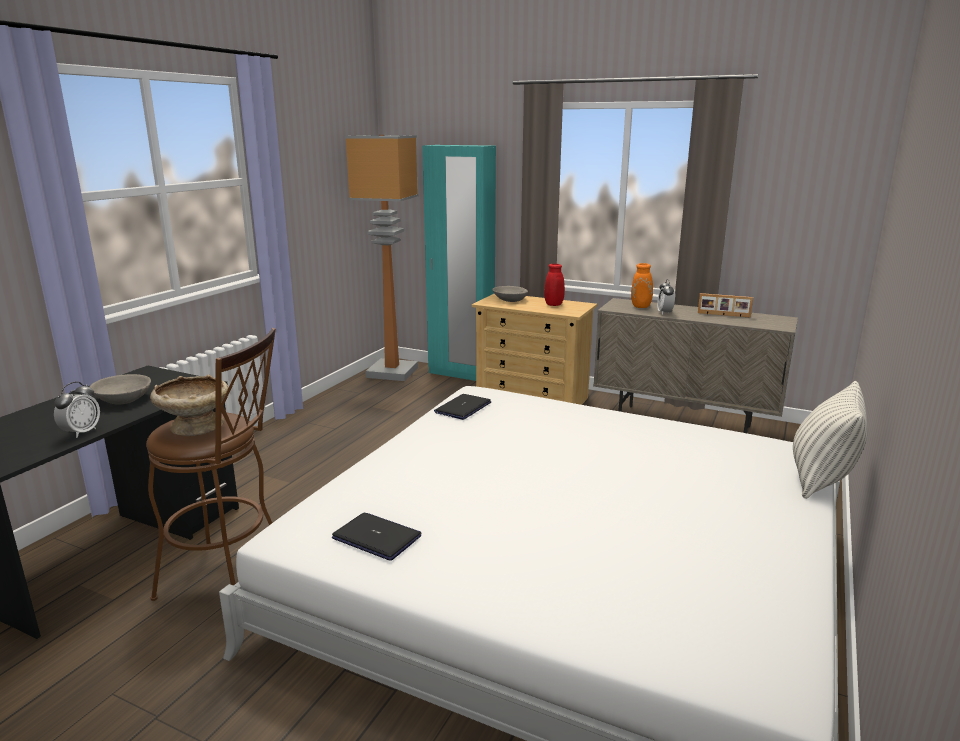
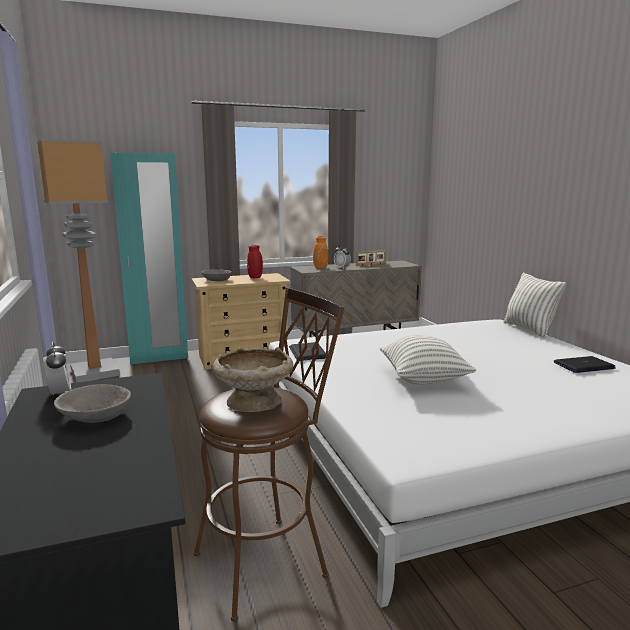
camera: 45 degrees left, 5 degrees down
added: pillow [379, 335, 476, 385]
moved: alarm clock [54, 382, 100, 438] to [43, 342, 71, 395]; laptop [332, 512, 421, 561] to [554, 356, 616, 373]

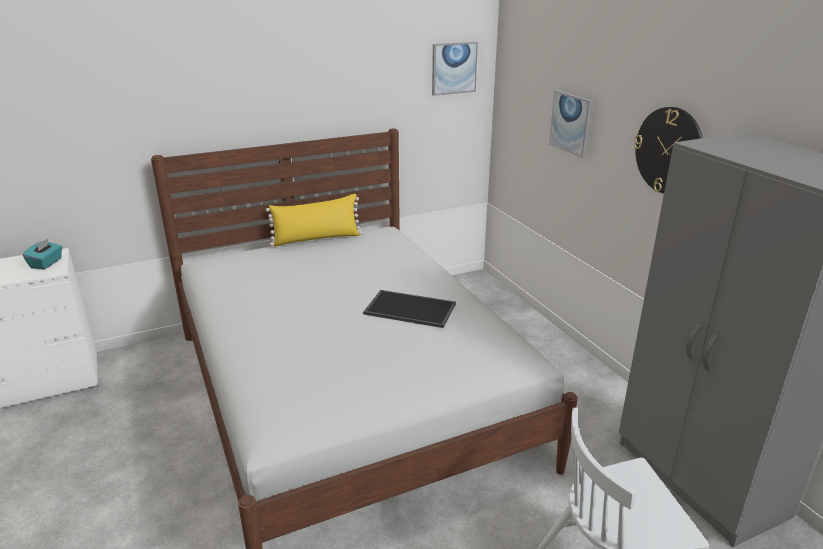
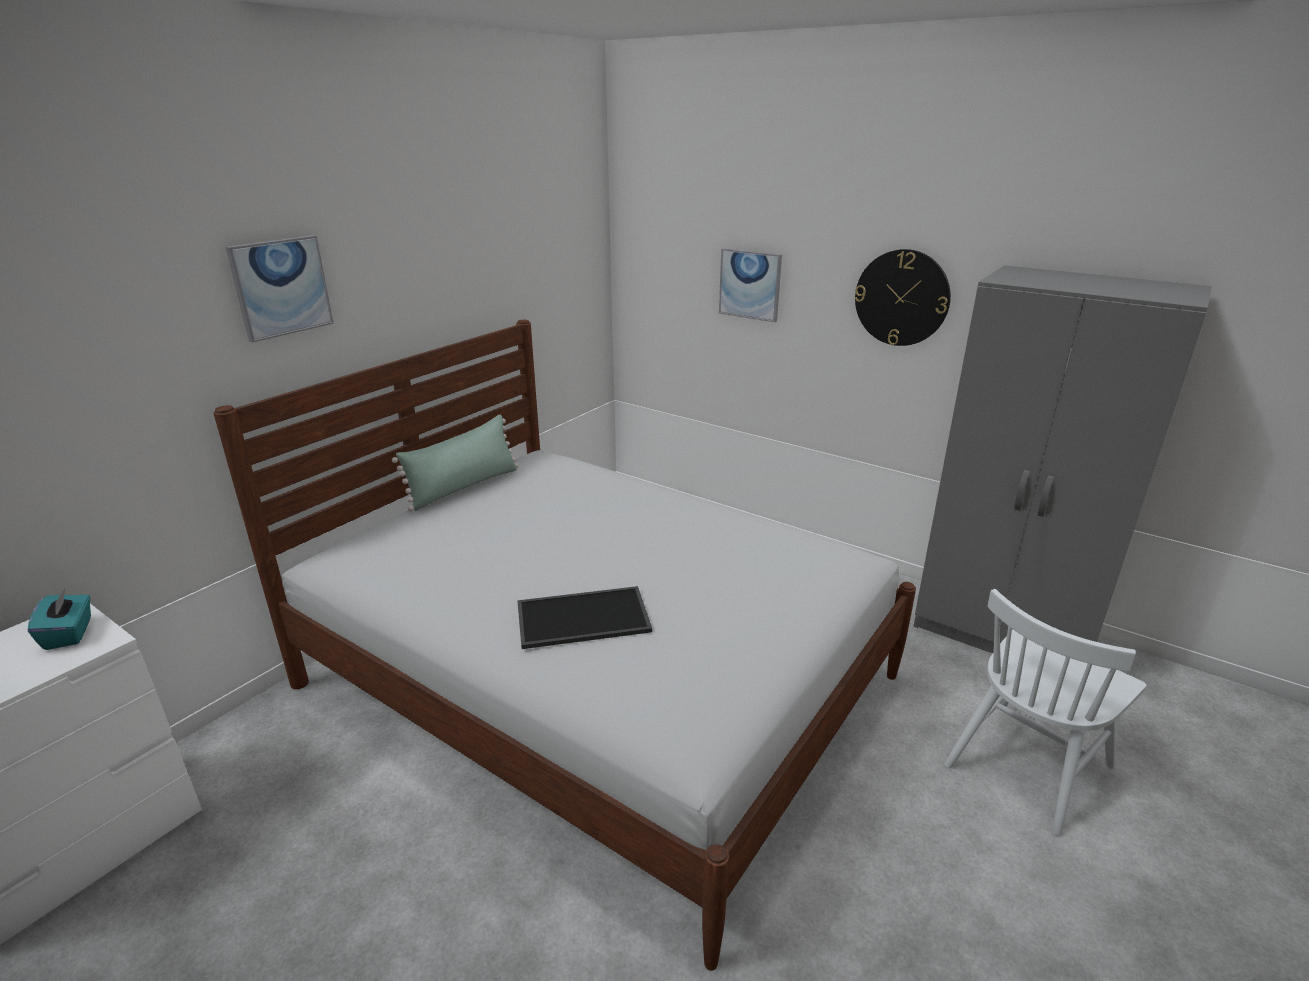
camera: 30 degrees left, 0 degrees up
moved: tray [363, 290, 456, 328] to [517, 586, 652, 649]; picture [432, 42, 478, 96] to [226, 235, 334, 343]
recoloured: pillow (yellow) [266, 194, 362, 247] to pillow (green) [392, 415, 519, 511]

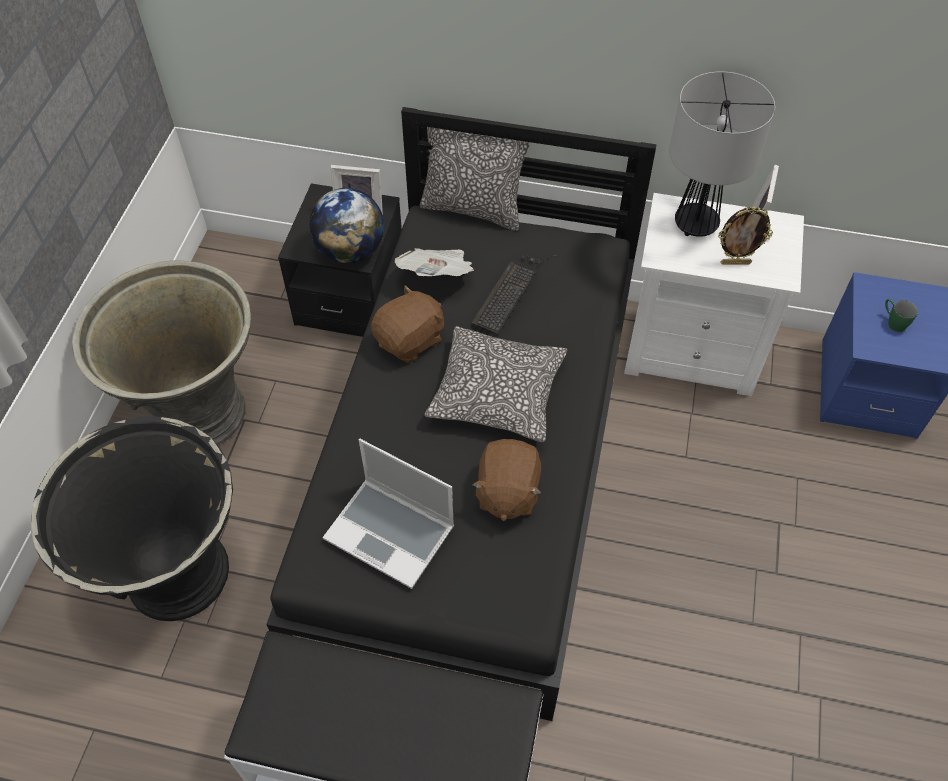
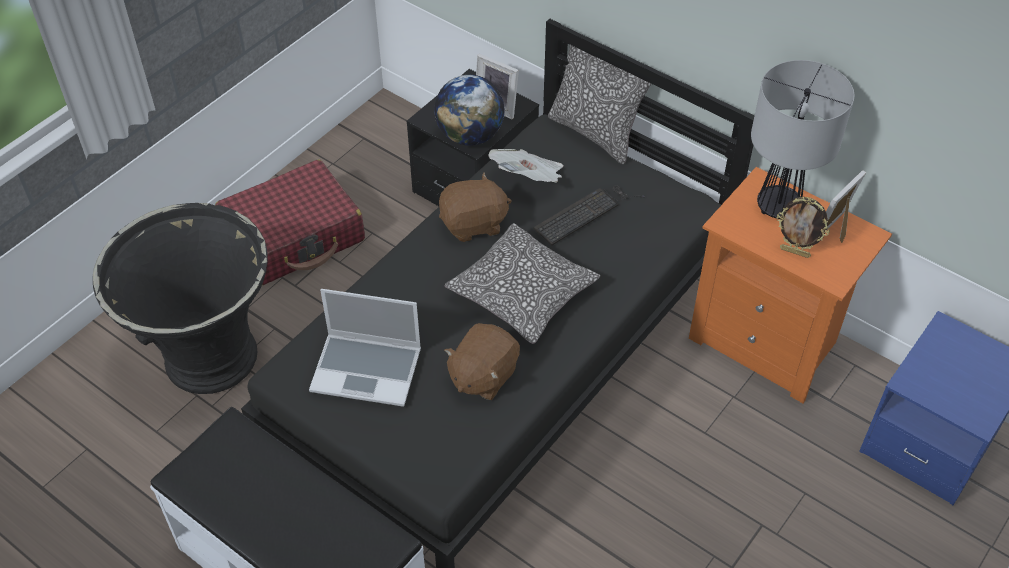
camera: 25 degrees right, 5 degrees down
removed: mug (green) [885, 299, 918, 332]
replaced: planter (grey) [72, 260, 251, 445] to suitcase (red) [215, 160, 365, 285]
recoloured: nightstand (white) [624, 193, 804, 396] to nightstand (orange) [689, 167, 892, 403]
turned: laptop [323, 439, 454, 589] = [309, 289, 421, 407] 45 degrees counterclockwise

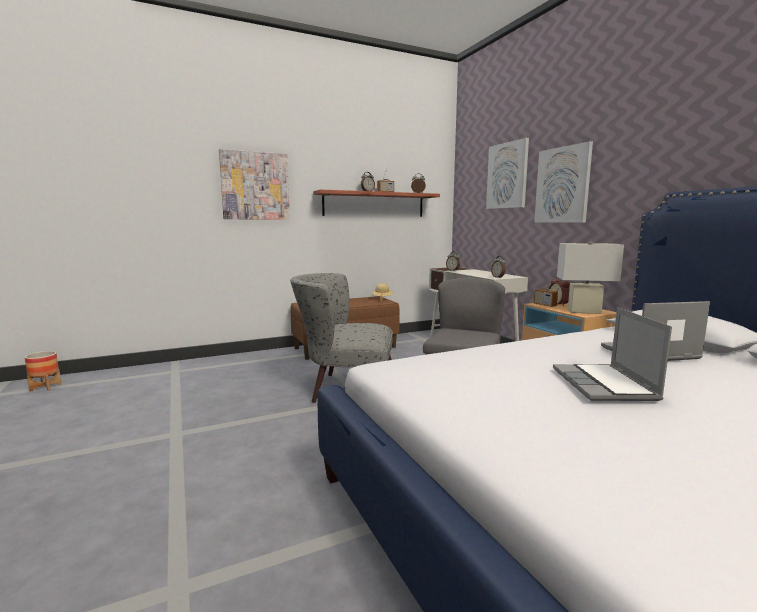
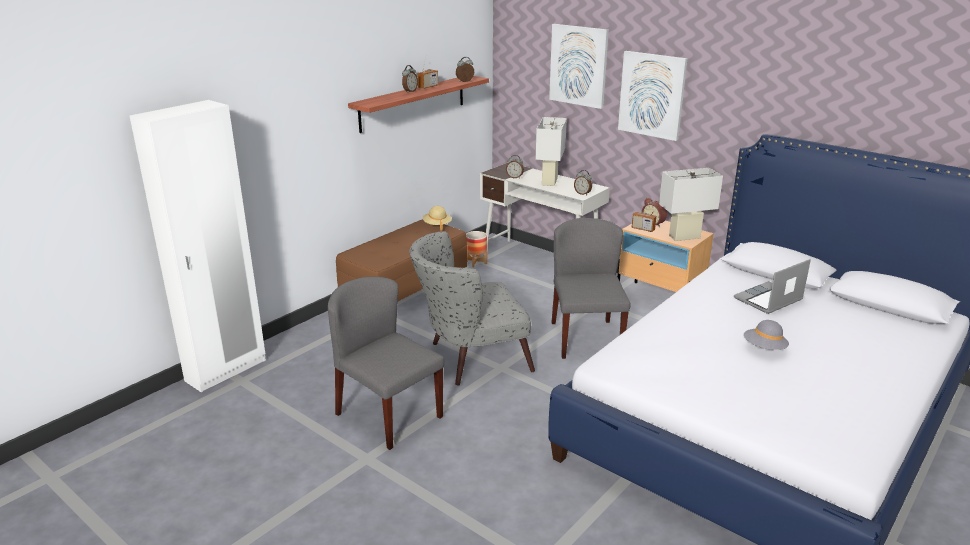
camera: 25 degrees left, 15 degrees up
removed: picture [219, 149, 290, 220]
added: wardrobe (white) [130, 100, 266, 392]; chair (grey) [328, 277, 444, 450]; table lamp (white) [536, 117, 567, 186]
moved: planter [25, 351, 61, 392] to [466, 231, 487, 267]
replaced: laptop [553, 307, 672, 401] to hat (grey) [744, 320, 789, 350]

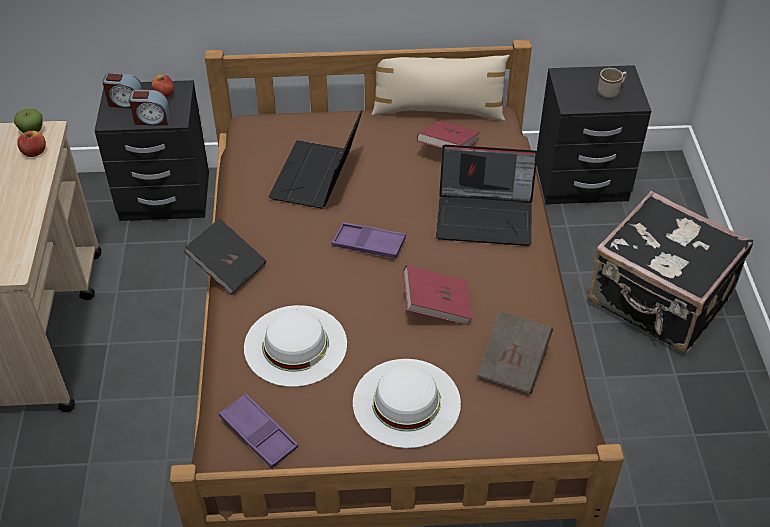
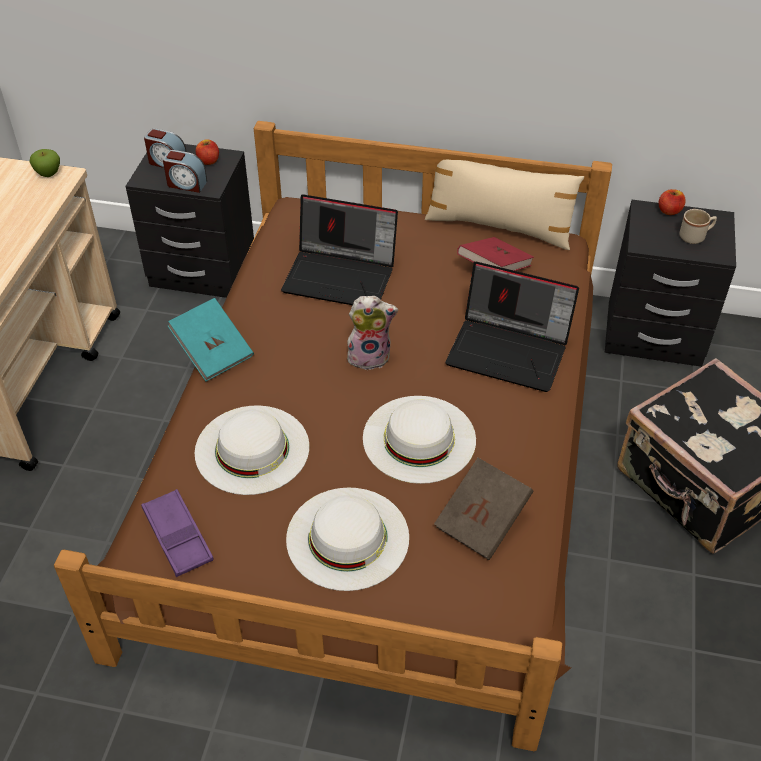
camera: 15 degrees right, 0 degrees up
moved: apple [17, 131, 46, 157] to [659, 189, 686, 215]
replaced: tray (purple) [332, 222, 406, 258] to plush toy [347, 296, 398, 370]; book (red) [403, 265, 472, 325] to hat (white) [363, 396, 476, 484]
recoloured: book (black) [184, 218, 266, 295] to book (turquoise) [168, 298, 254, 381]
turned: laptop [269, 110, 362, 208] = [281, 195, 398, 305] 105 degrees counterclockwise

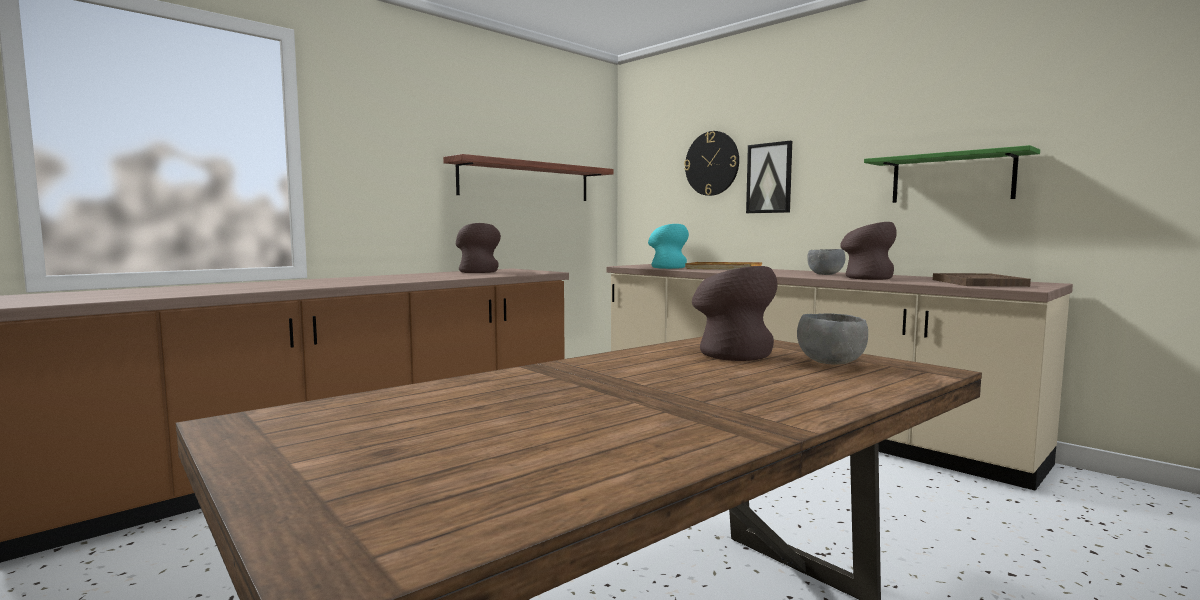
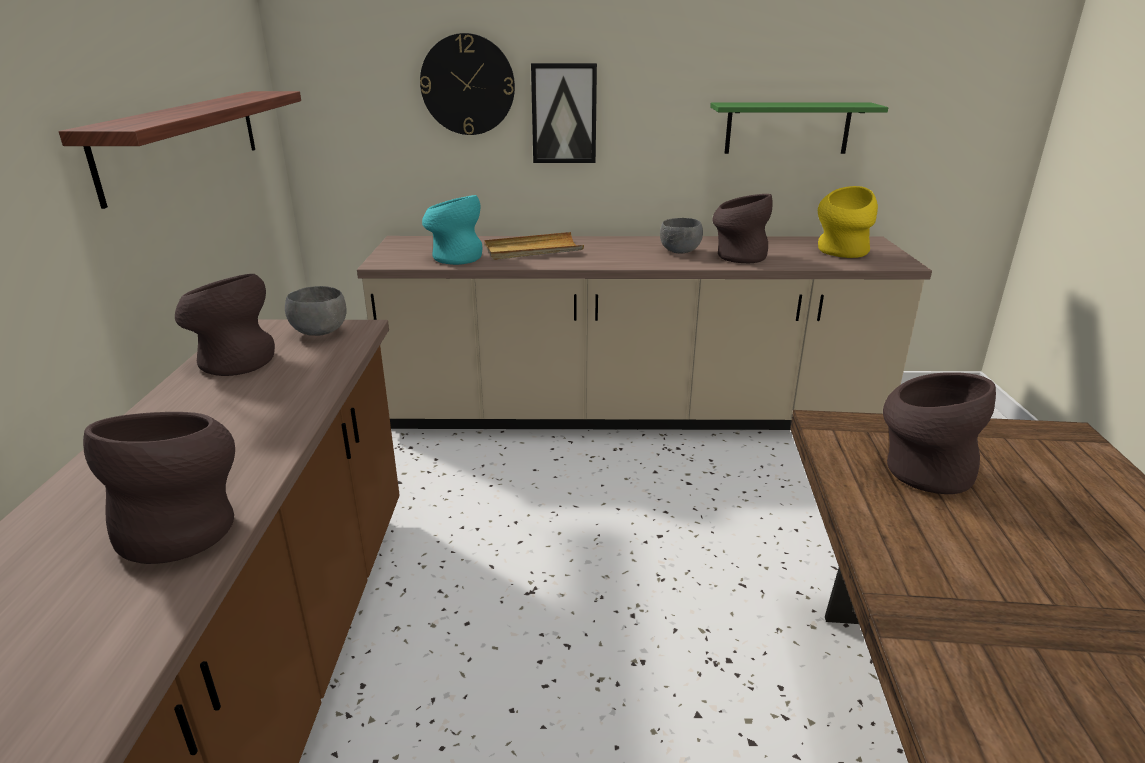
camera: 45 degrees left, 20 degrees up
added: vase (brown) [83, 412, 235, 564]
moved: bowl (grey) [797, 313, 868, 365] to [285, 286, 347, 336]
replaced: tray (brown) [933, 273, 1031, 287] to vase (yellow) [818, 186, 878, 258]

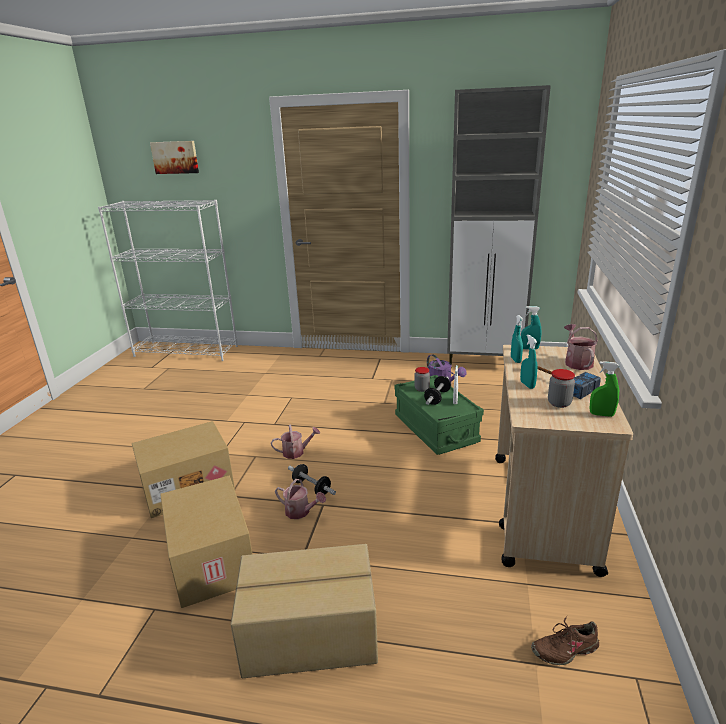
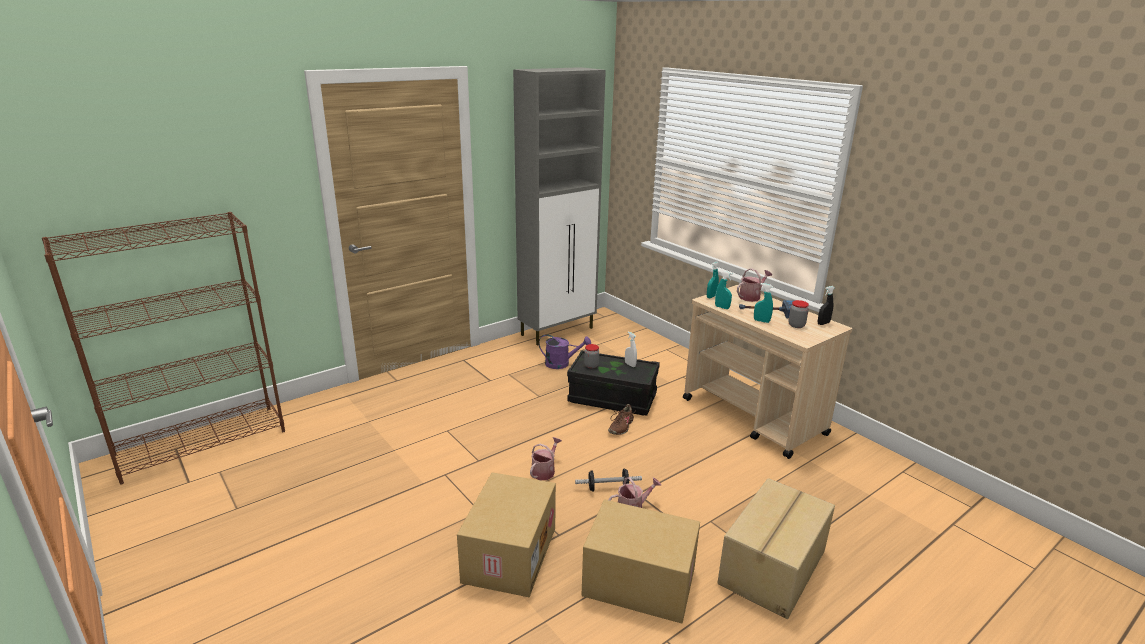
camera: 50 degrees left, 0 degrees up
removed: picture [150, 141, 199, 174]; dumbbell [424, 376, 451, 405]
moved: shoe (brown) [531, 616, 599, 665] to [608, 404, 635, 435]
recoloured: bookcase (white) [98, 200, 238, 361] to bookcase (brown) [42, 212, 285, 485]; storage box (green) [395, 375, 484, 455] to storage box (black) [567, 350, 660, 416]; spray bottle (green) [590, 361, 619, 417] to spray bottle (black) [818, 286, 835, 325]
turned: watering can [564, 324, 598, 370] = [737, 268, 772, 302] 105 degrees clockwise

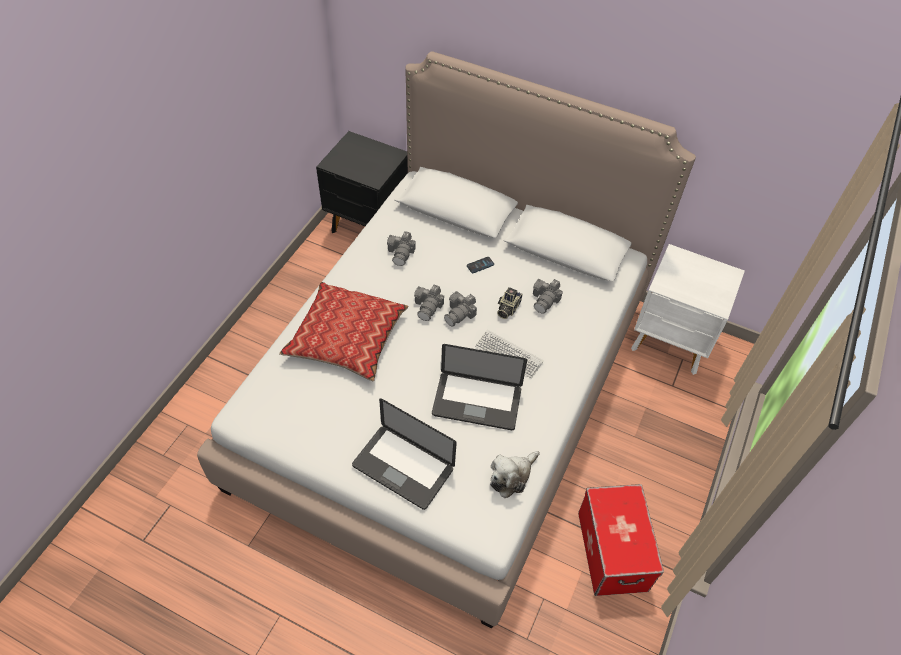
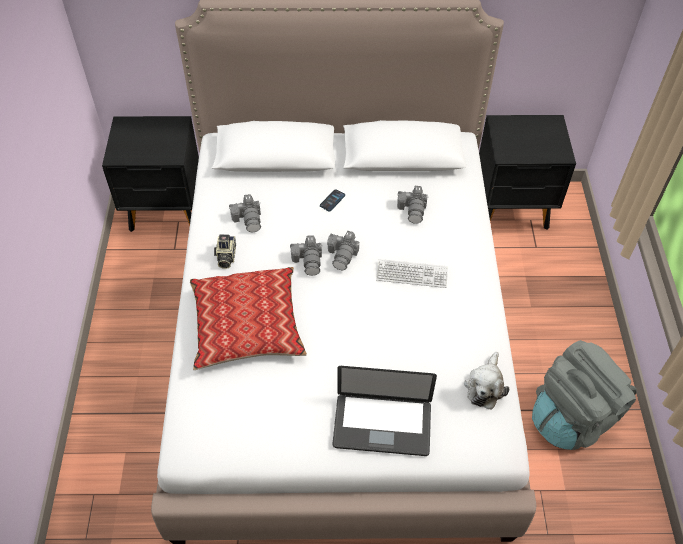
camera: 25 degrees left, 0 degrees up
removed: laptop [432, 344, 527, 430]
moved: photo camera [497, 287, 523, 319] to [214, 234, 236, 269]
replaced: storage box [578, 484, 664, 596] to backpack (grey) [532, 340, 637, 450]
recoloured: nightstand (white) [631, 244, 745, 375] to nightstand (black) [479, 115, 576, 230]

